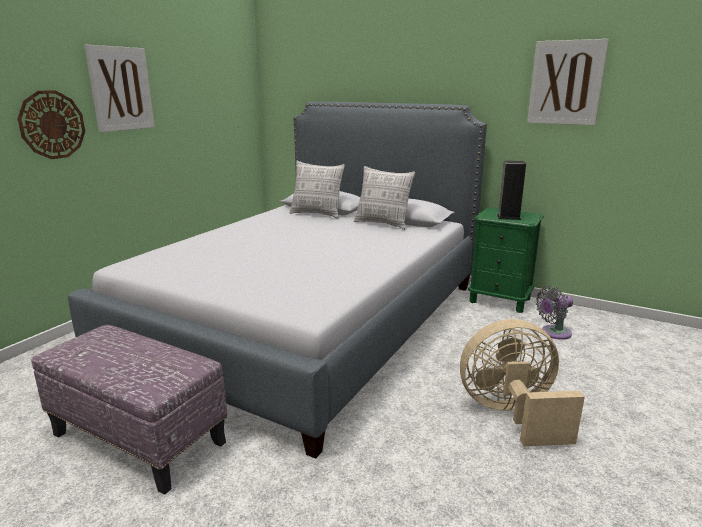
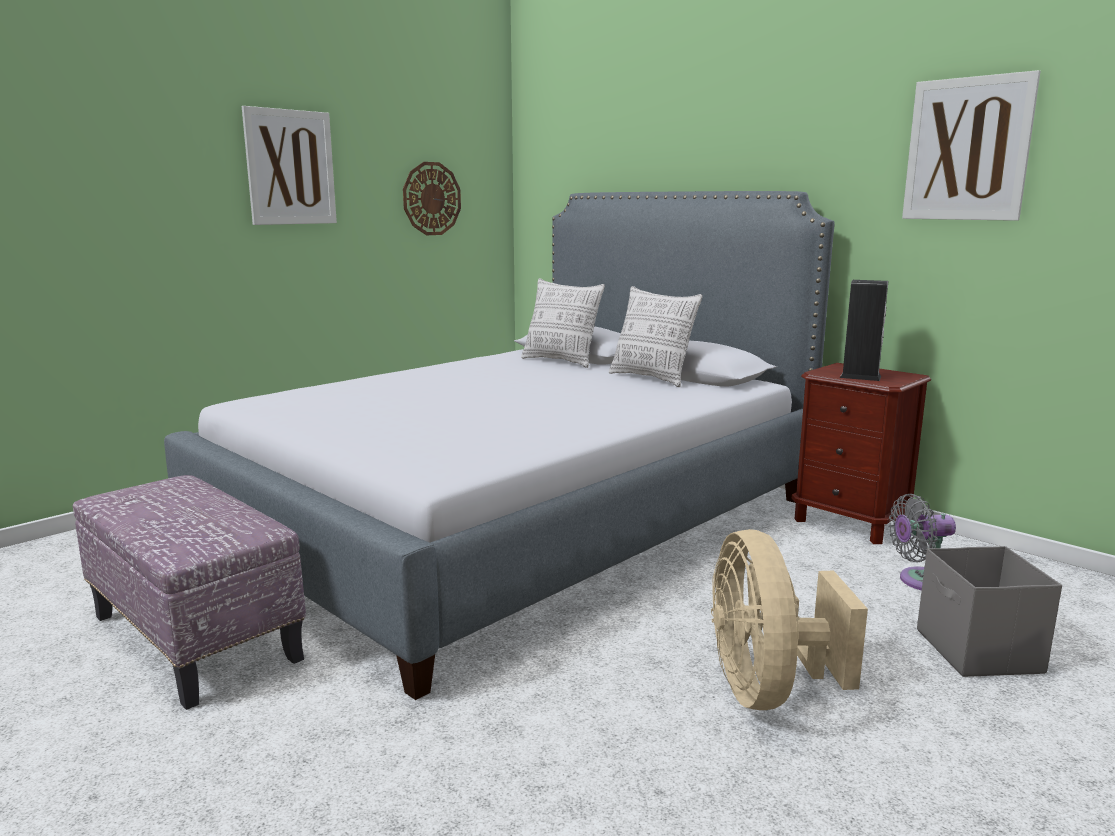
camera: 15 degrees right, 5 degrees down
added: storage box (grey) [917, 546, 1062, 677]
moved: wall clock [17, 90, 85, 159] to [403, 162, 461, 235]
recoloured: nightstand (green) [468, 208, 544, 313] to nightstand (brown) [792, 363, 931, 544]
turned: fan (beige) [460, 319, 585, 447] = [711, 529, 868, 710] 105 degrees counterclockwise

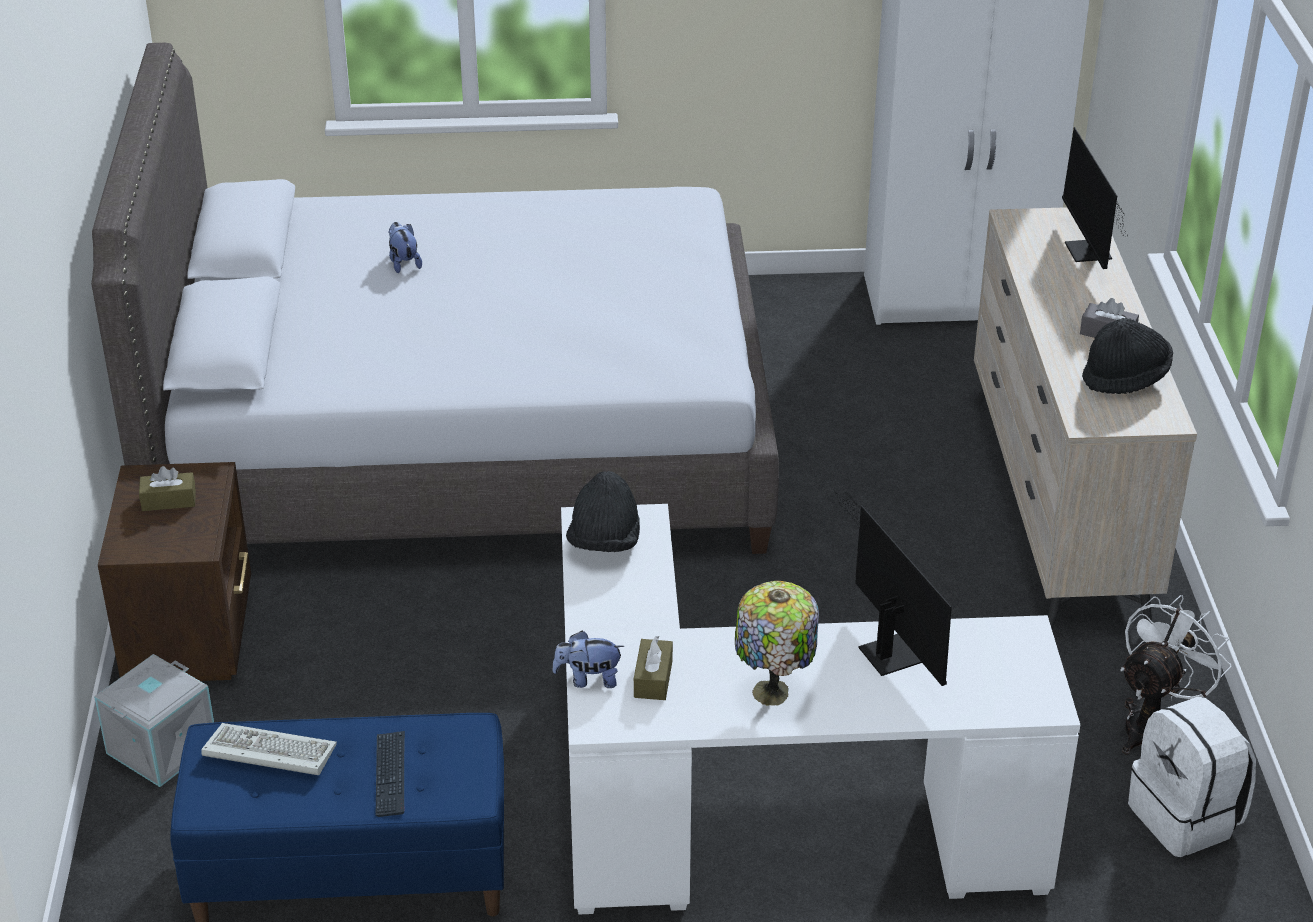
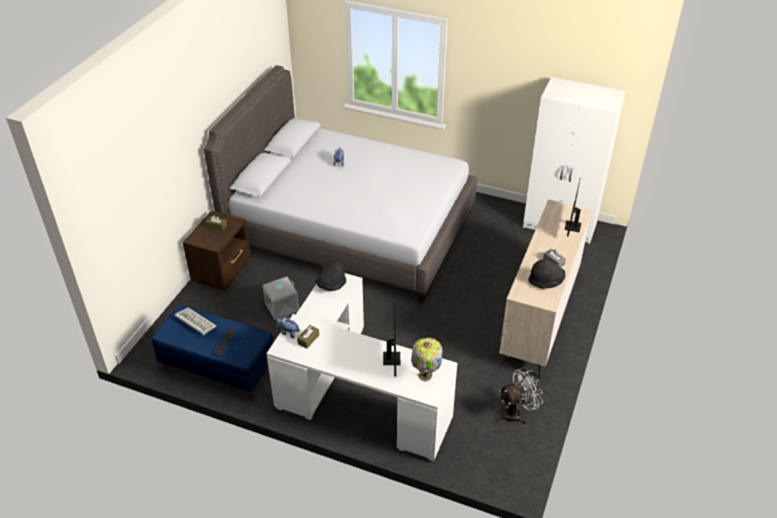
camera: 25 degrees right, 5 degrees up
removed: backpack (white) [1128, 697, 1256, 857]
moved: storage box (grey) [94, 654, 214, 787] to [263, 277, 299, 320]; table lamp [735, 581, 819, 706] to [411, 338, 443, 382]

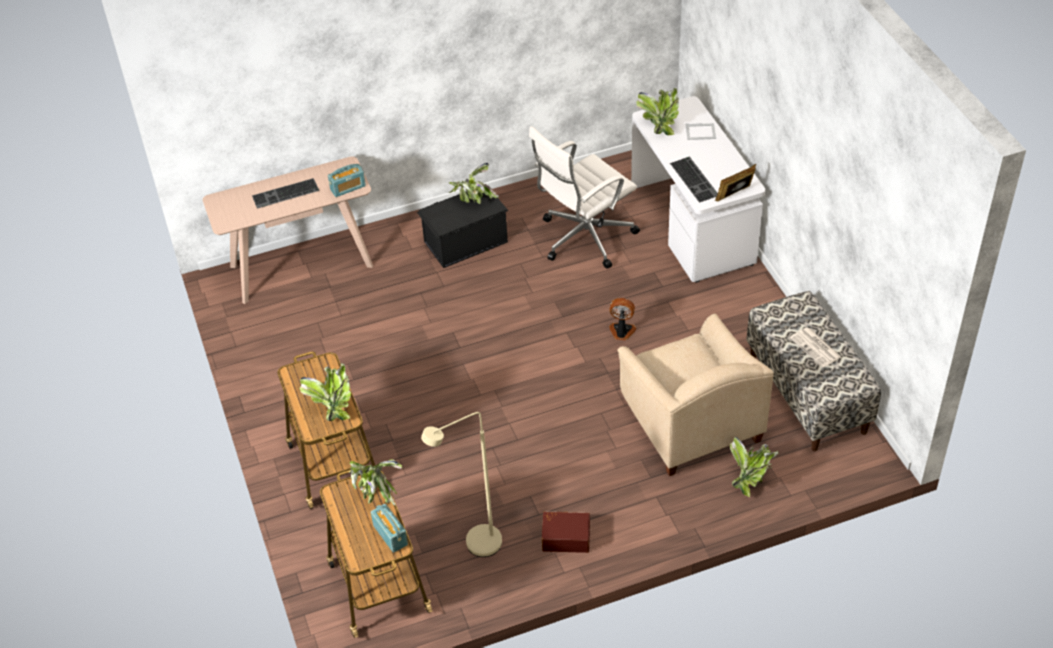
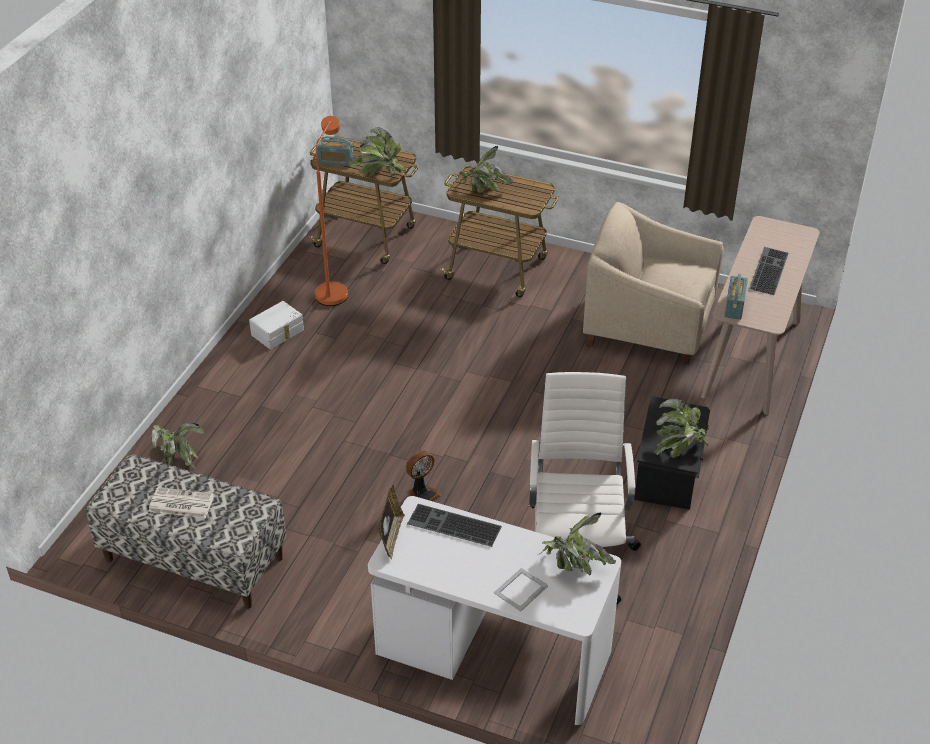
camera: 130 degrees right, 5 degrees down
moved: armchair (beige) [617, 314, 774, 476] to [583, 202, 723, 365]
recoloured: floor lamp (beige) [421, 412, 502, 557] to floor lamp (orange) [315, 116, 348, 306]; storage box (brown) [542, 511, 590, 553] to storage box (white) [249, 301, 304, 349]

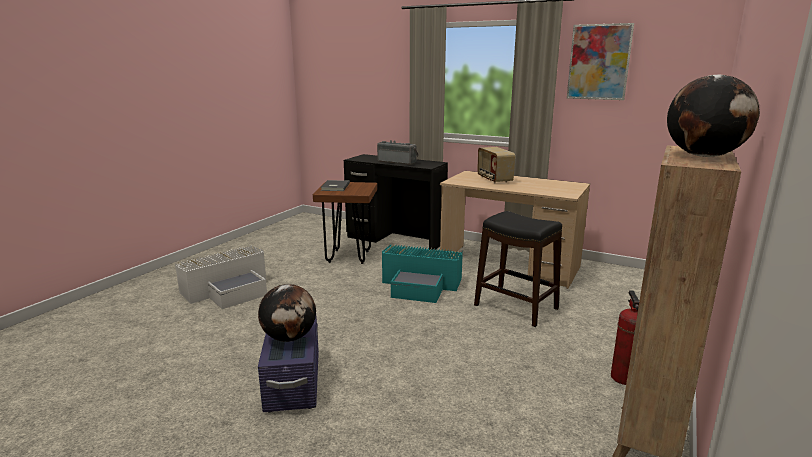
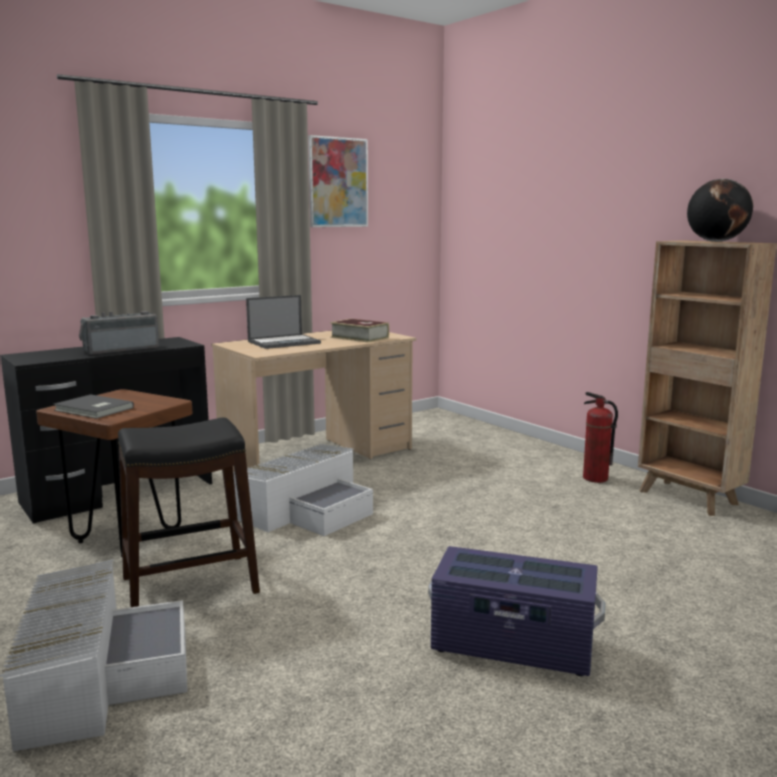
camera: 65 degrees left, 5 degrees down
removed: globe [258, 284, 316, 342]
added: book [330, 319, 389, 343]
moved: stool (black) [474, 211, 562, 327] to [118, 417, 260, 607]
replaced: radio [477, 147, 515, 183] to laptop [246, 295, 321, 349]
recoloured: storage box (turquoise) [382, 244, 463, 303] to storage box (white) [233, 444, 373, 536]

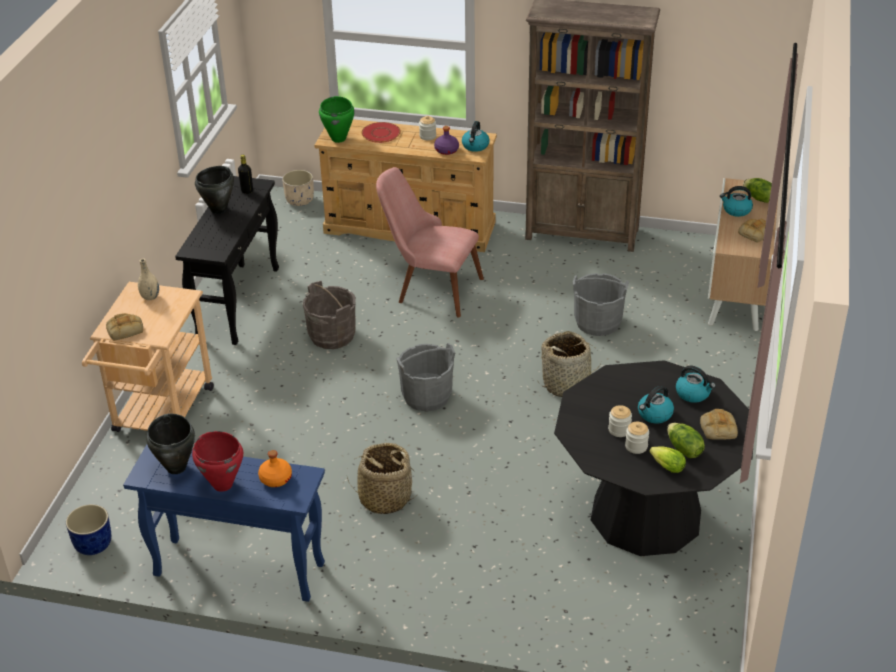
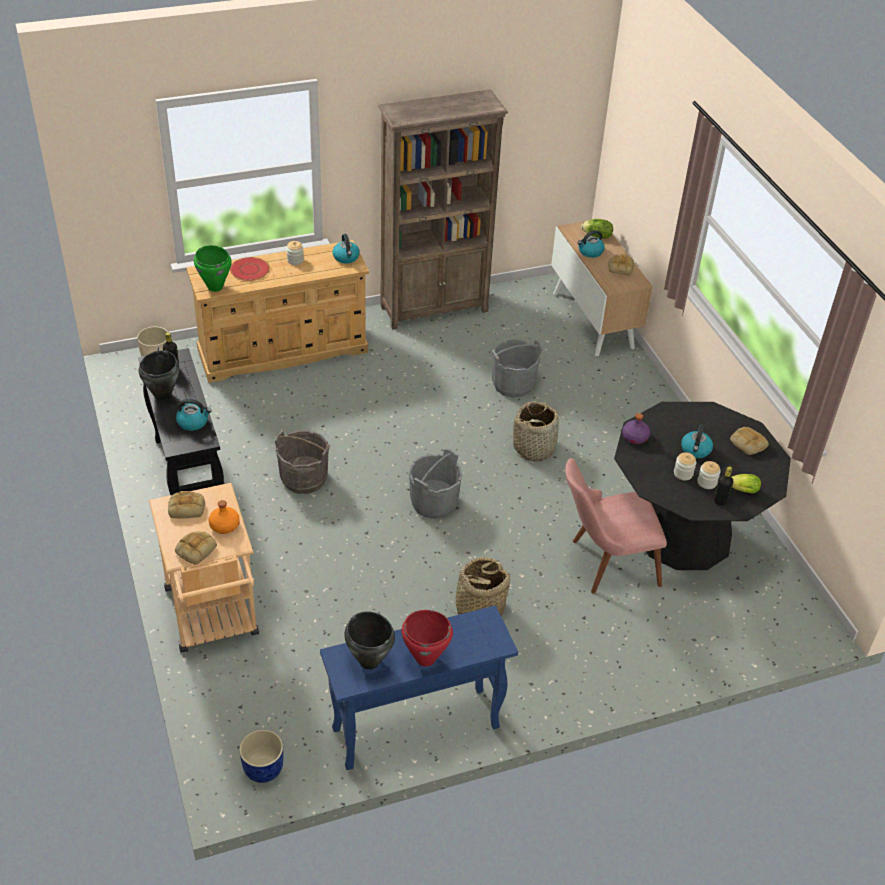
camera: 35 degrees left, 5 degrees up
removed: lettuce [667, 423, 705, 458]
added: bottle (black) [714, 467, 733, 505]
moved: bottle (orange) [258, 450, 292, 487] to [209, 500, 240, 534]; chair (pink) [376, 167, 484, 318] to [565, 458, 667, 594]; bottle (purple) [434, 126, 459, 155] to [622, 413, 650, 444]; kettle [676, 366, 716, 403] to [176, 399, 212, 431]
replaced: vase (beige) [138, 259, 159, 300] to bread [168, 491, 205, 518]

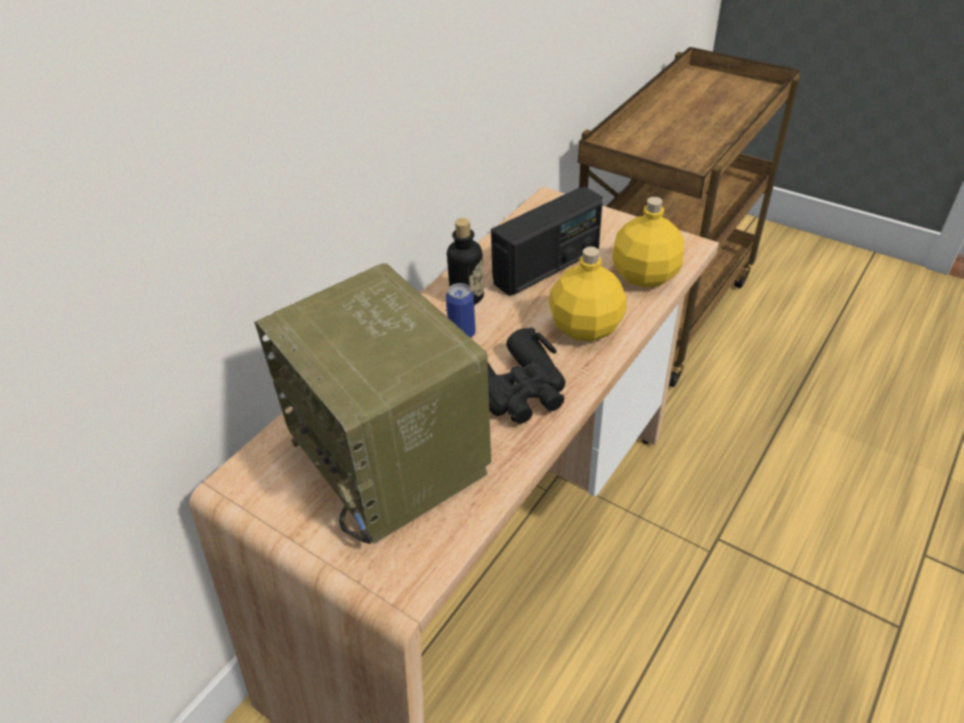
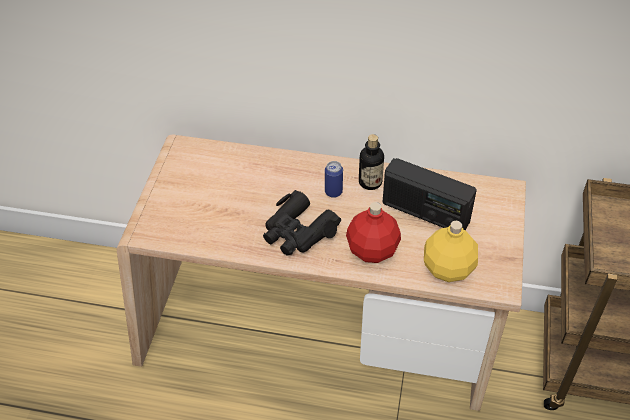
camera: 65 degrees right, 5 degrees up
removed: radio [254, 263, 491, 544]
recoloured: bottle (yellow) [549, 246, 627, 342] to bottle (red) [346, 202, 401, 263]

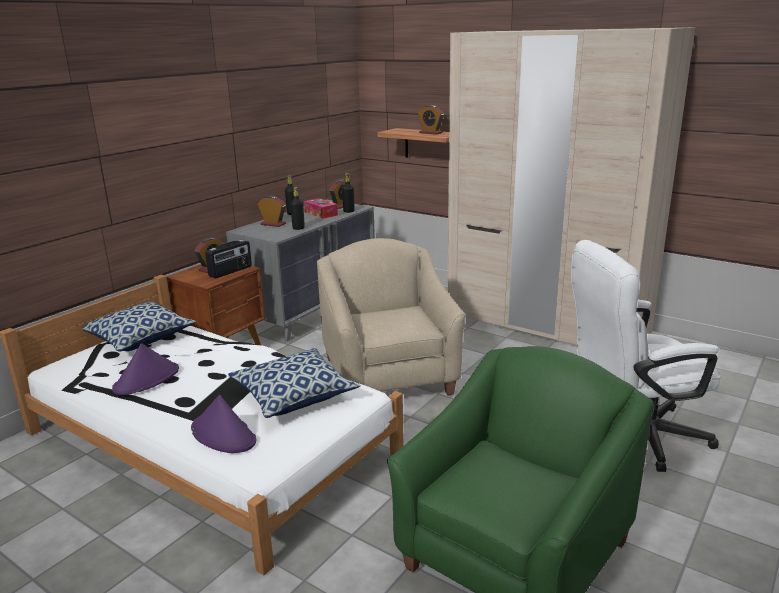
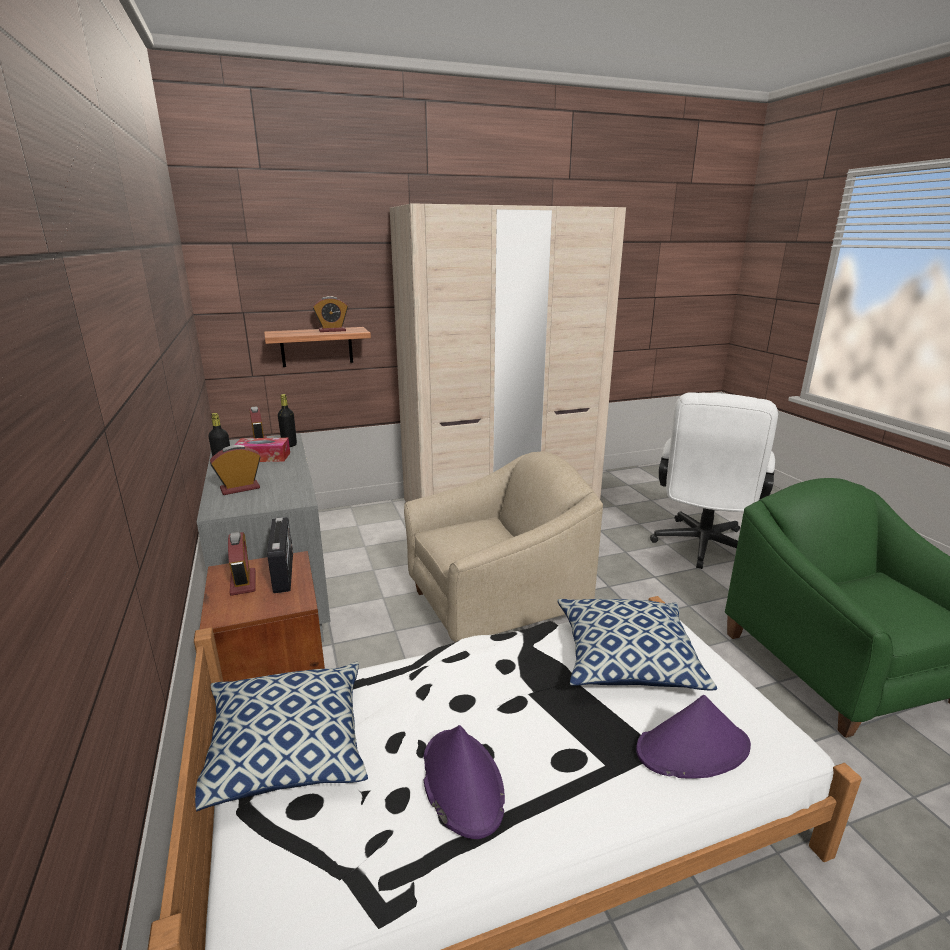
camera: 55 degrees left, 0 degrees up
removed: bottle (black) [290, 187, 305, 230]
turned: armchair (beige) [317, 238, 466, 395] = [404, 451, 603, 642] 135 degrees clockwise

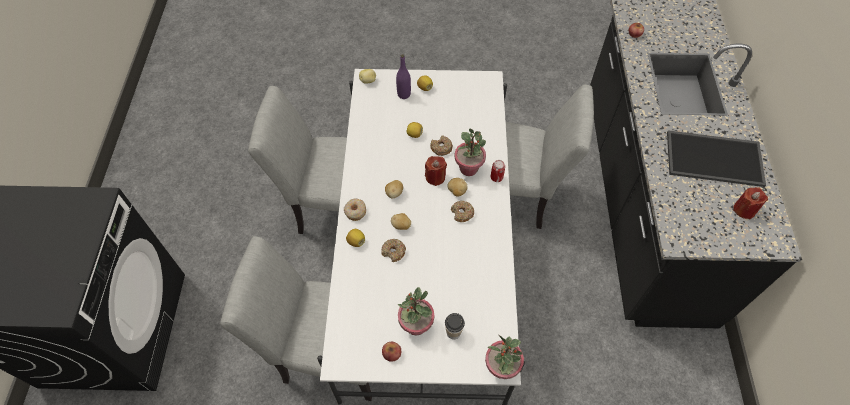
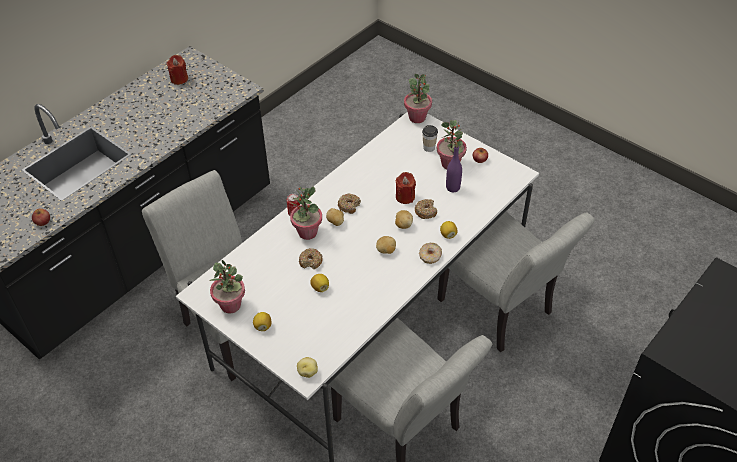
camera: 140 degrees left, 10 degrees down
removed: tray [667, 130, 766, 187]
added: potted plant [210, 260, 245, 314]
moved: bottle (purple) [396, 54, 411, 99] to [446, 144, 462, 192]; candle (red) [425, 156, 447, 186] to [396, 172, 416, 204]

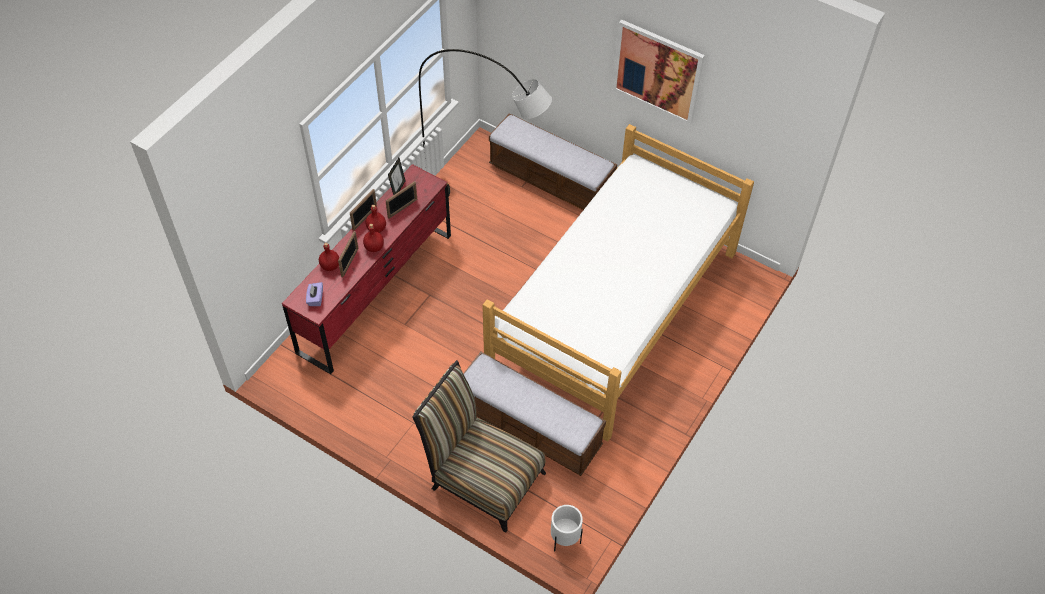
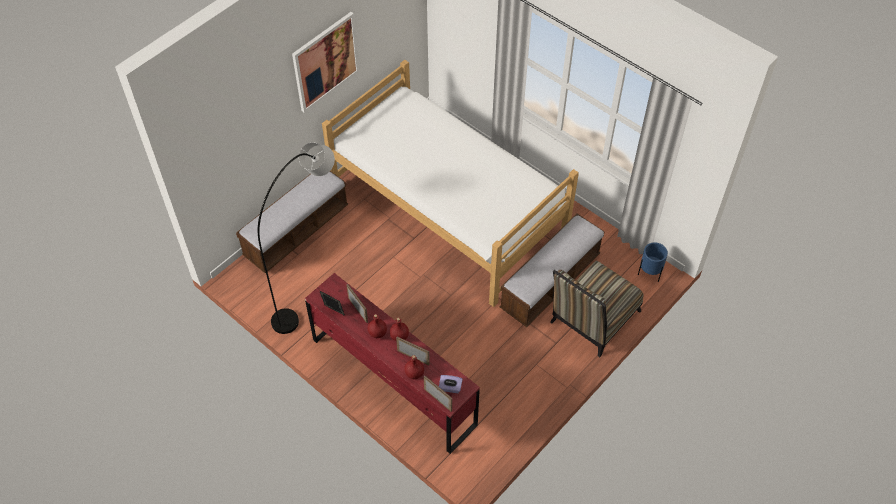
camera: 80 degrees left, 0 degrees up
moved: picture frame [350, 189, 377, 231] to [424, 376, 452, 412]
recoloured: planter (white) [551, 505, 583, 551] to planter (blue) [638, 242, 668, 282]

